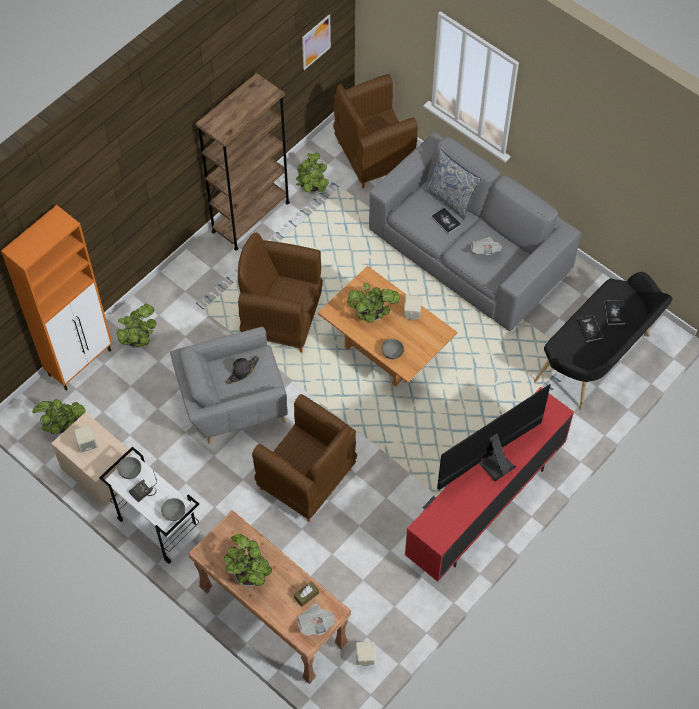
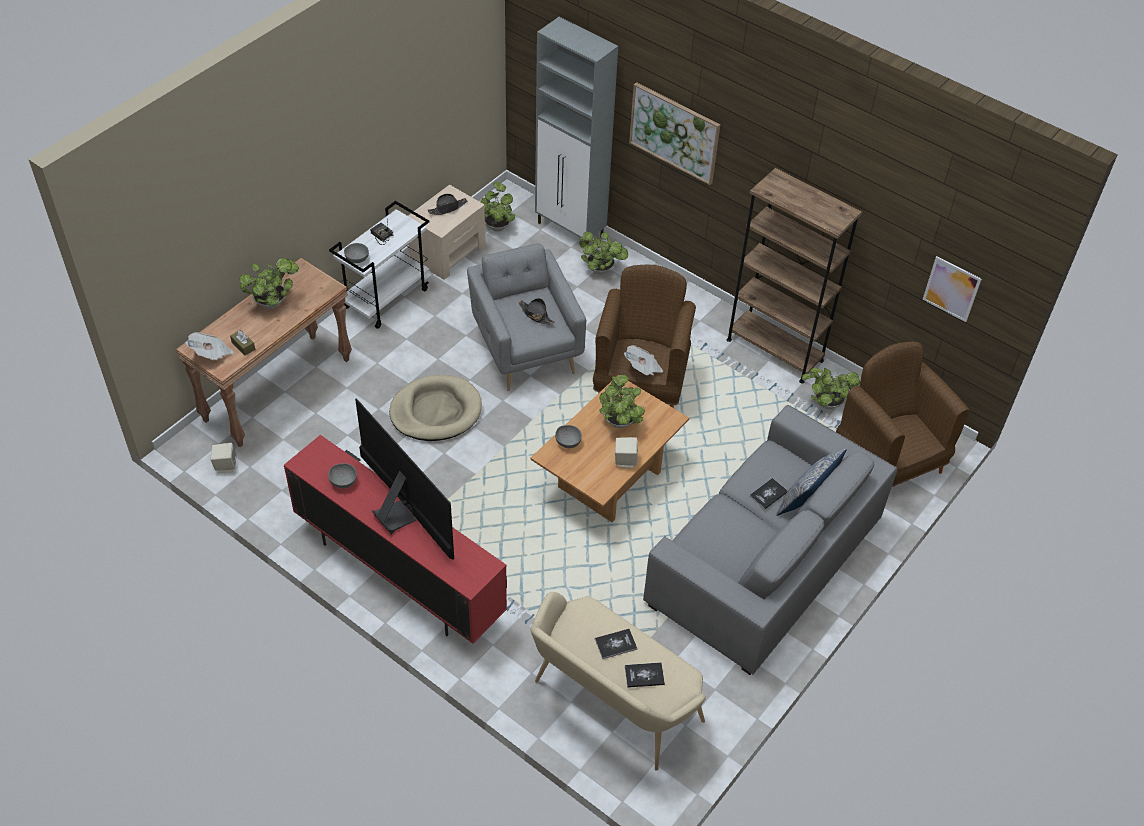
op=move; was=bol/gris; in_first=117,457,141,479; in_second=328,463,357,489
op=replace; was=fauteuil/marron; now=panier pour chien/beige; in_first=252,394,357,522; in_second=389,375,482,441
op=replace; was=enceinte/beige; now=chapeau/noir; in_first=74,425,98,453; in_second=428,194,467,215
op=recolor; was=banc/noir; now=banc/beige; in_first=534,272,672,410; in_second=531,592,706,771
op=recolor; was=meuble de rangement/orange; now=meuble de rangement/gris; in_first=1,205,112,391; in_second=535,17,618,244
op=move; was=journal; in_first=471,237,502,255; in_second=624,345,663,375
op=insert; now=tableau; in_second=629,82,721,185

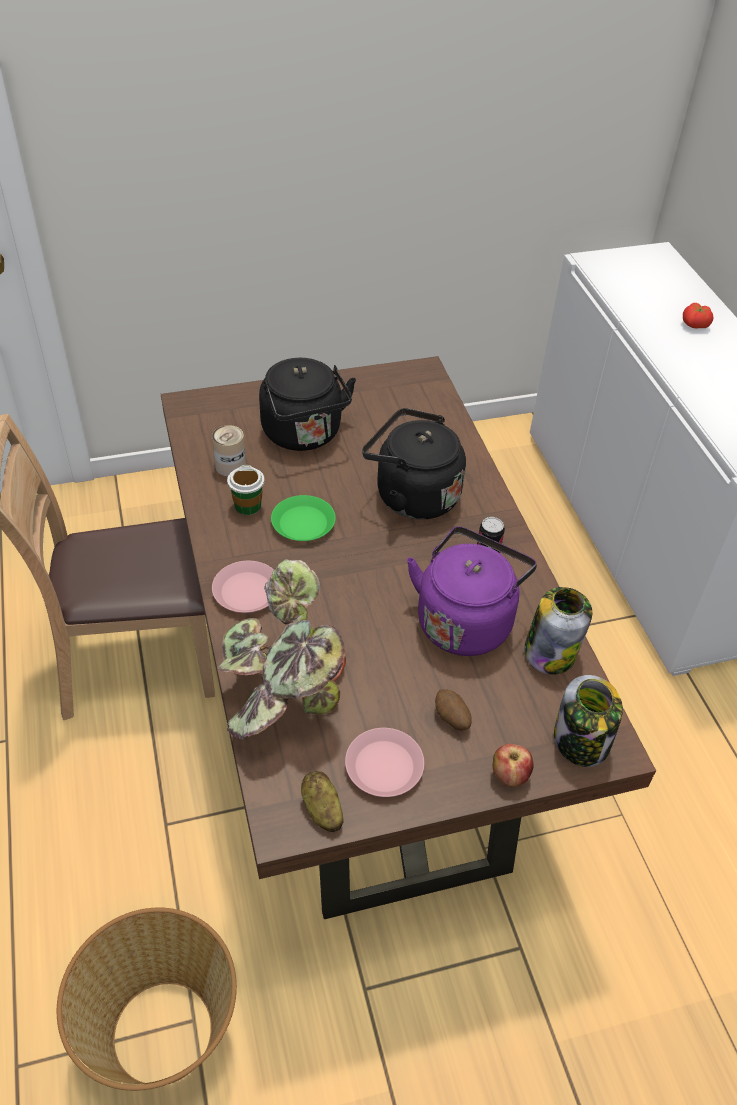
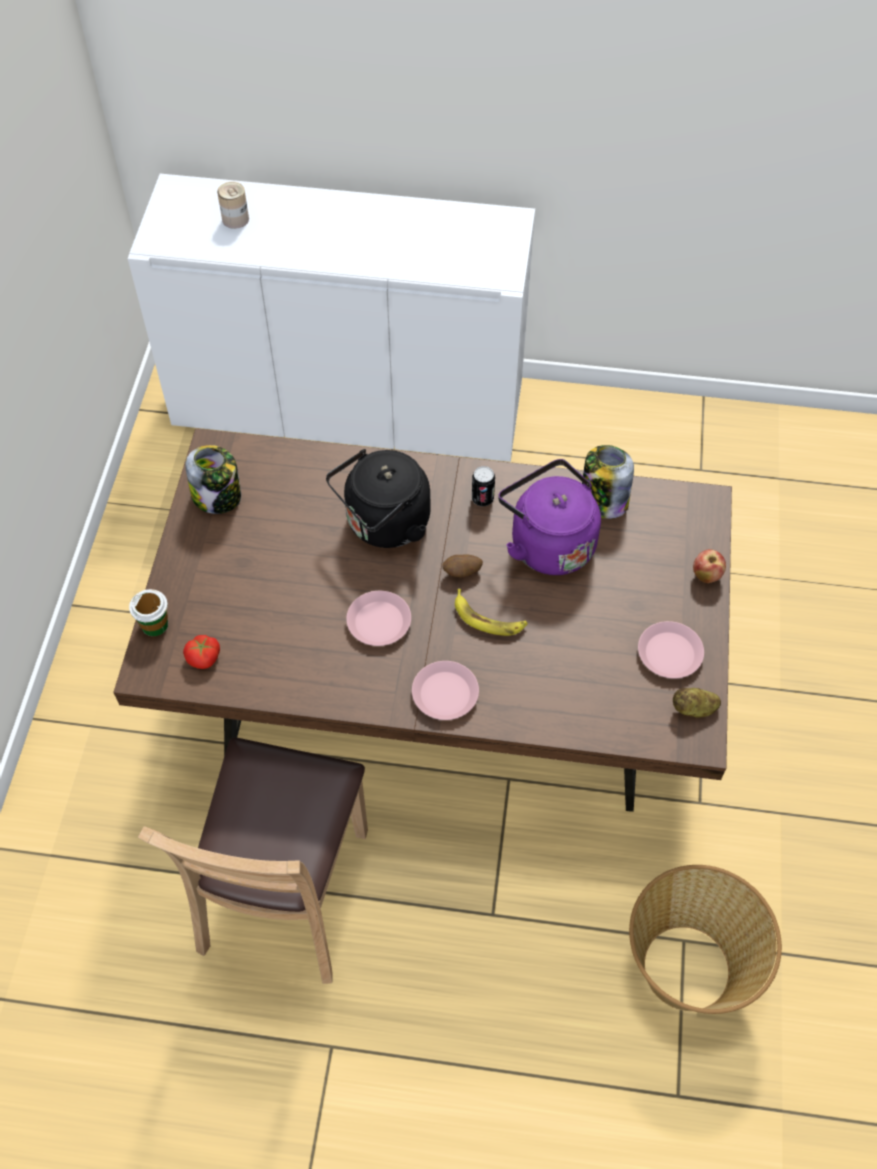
op=move; was=tasse; in_first=227,465,265,515; in_second=129,589,168,636
op=move; was=tomate; in_first=683,303,714,329; in_second=183,635,220,669
op=move; was=bocal; in_first=554,675,623,767; in_second=185,445,241,514
op=move; was=boîte métallique; in_first=212,425,246,477; in_second=217,182,249,229
op=recolor; was=assiette/vert; now=assiette/rose; in_first=271,495,336,541; in_second=346,591,411,646
op=move; was=pomme de terre; in_first=435,689,472,731; in_second=443,555,483,578
op=insert; now=banane; in_second=455,589,528,636
op=delete; was=plante en pot; in_first=217,559,346,740
op=delete; was=bouilloire/noir; in_first=259,358,356,451

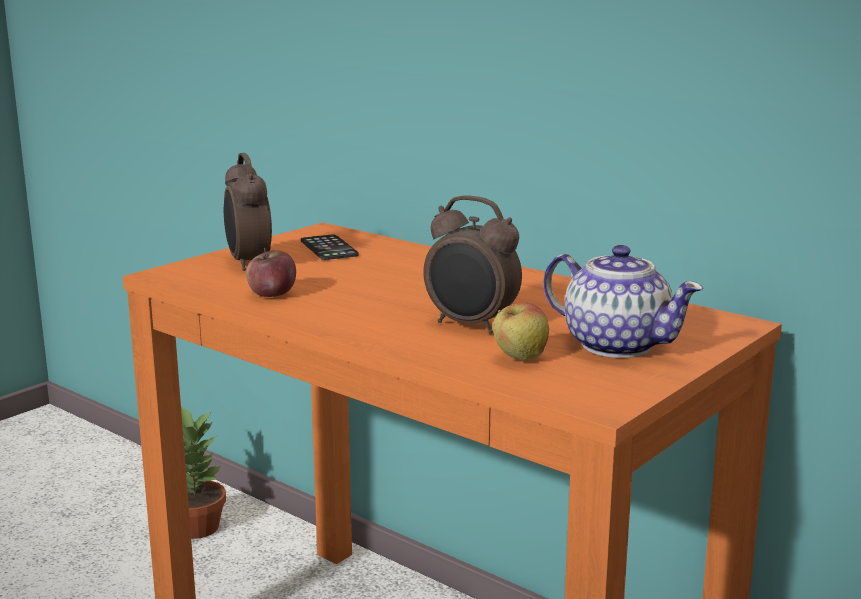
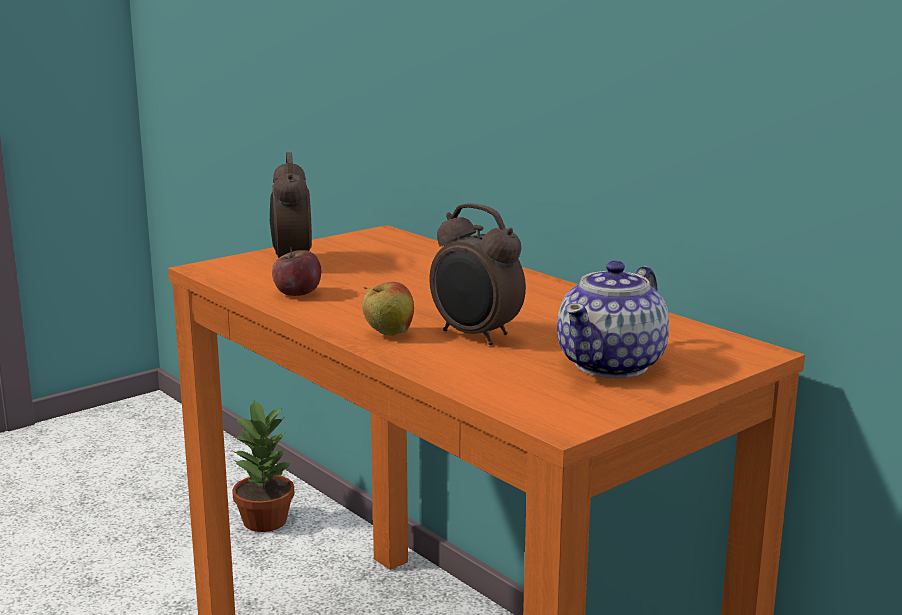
op=move; was=pomme; in_first=493,302,549,360; in_second=362,282,414,336
op=rotate; was=théière; in_first=543,245,704,358; in_second=557,261,669,378; clockwise=75
op=delete; was=téléphone; in_first=301,235,359,260

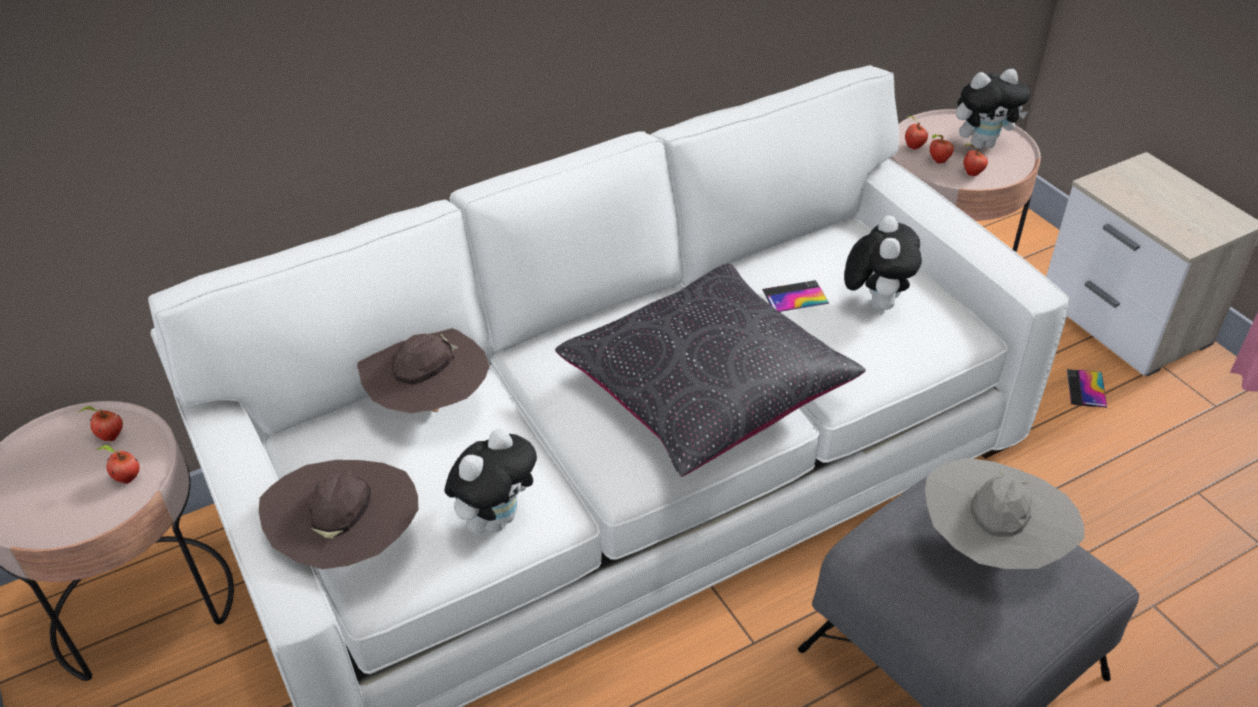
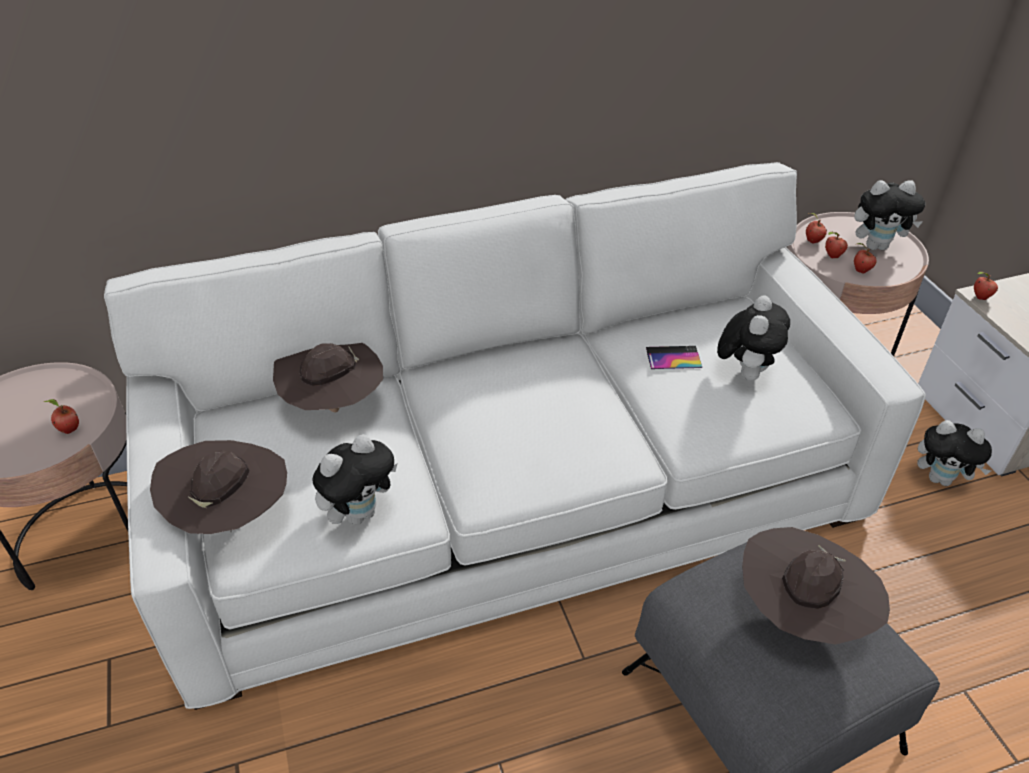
op=recolor; was=chapeau/gris; now=chapeau/marron; in_first=925,458,1085,569; in_second=742,527,890,645
op=replace; was=téléphone; now=peluche; in_first=1067,369,1107,408; in_second=917,420,992,486
op=move; was=pomme; in_first=78,406,123,441; in_second=974,272,998,300
op=delete; was=coussin/noir; in_first=555,263,866,477

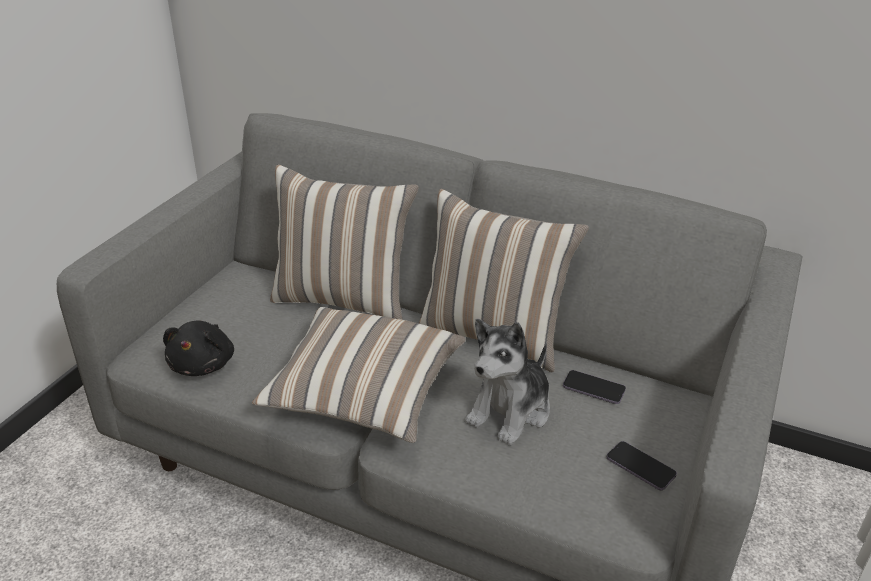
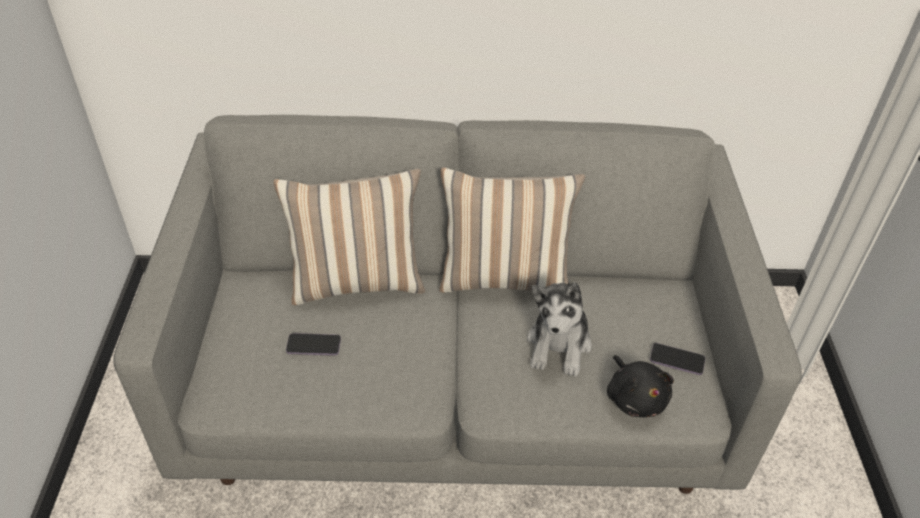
op=move; was=téléphone; in_first=563,370,626,404; in_second=286,333,341,356
op=move; was=peluche/noir; in_first=163,320,234,376; in_second=607,355,674,417
op=delete; was=coussin; in_first=252,307,466,443

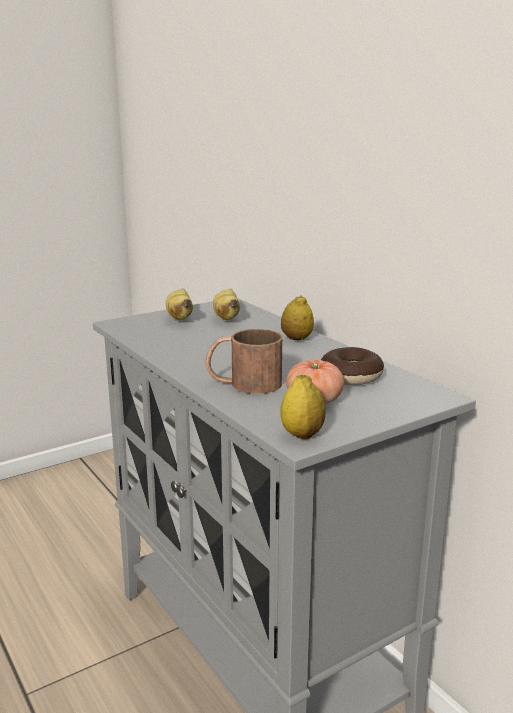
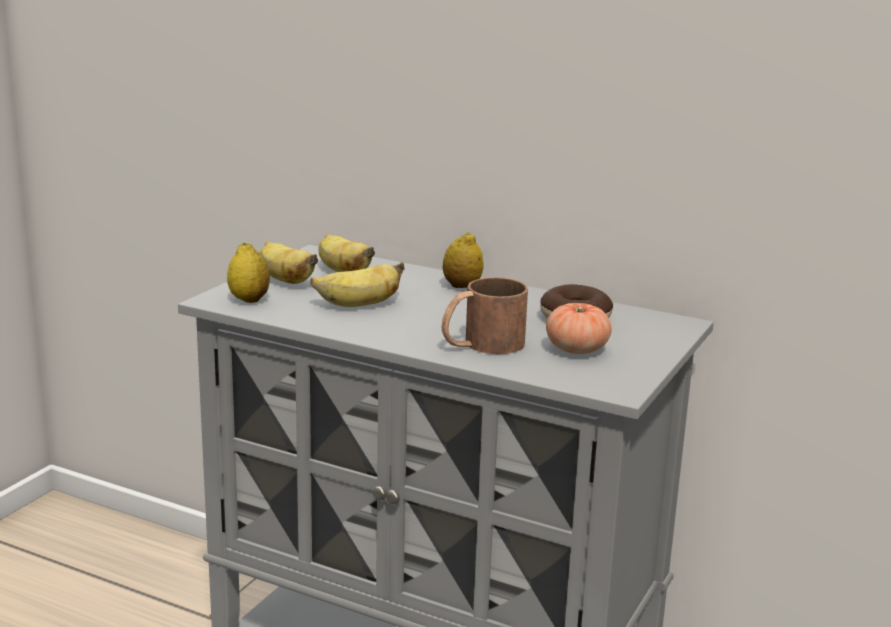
op=move; was=citron; in_first=280,375,326,439; in_second=227,243,270,303
op=insert; now=banane; in_second=310,262,404,307

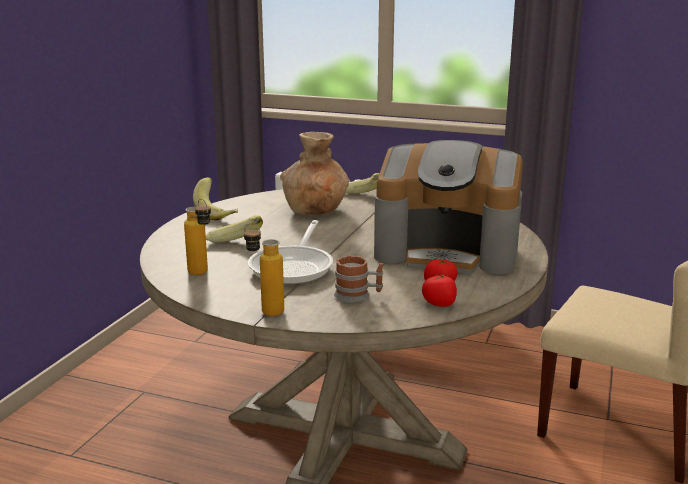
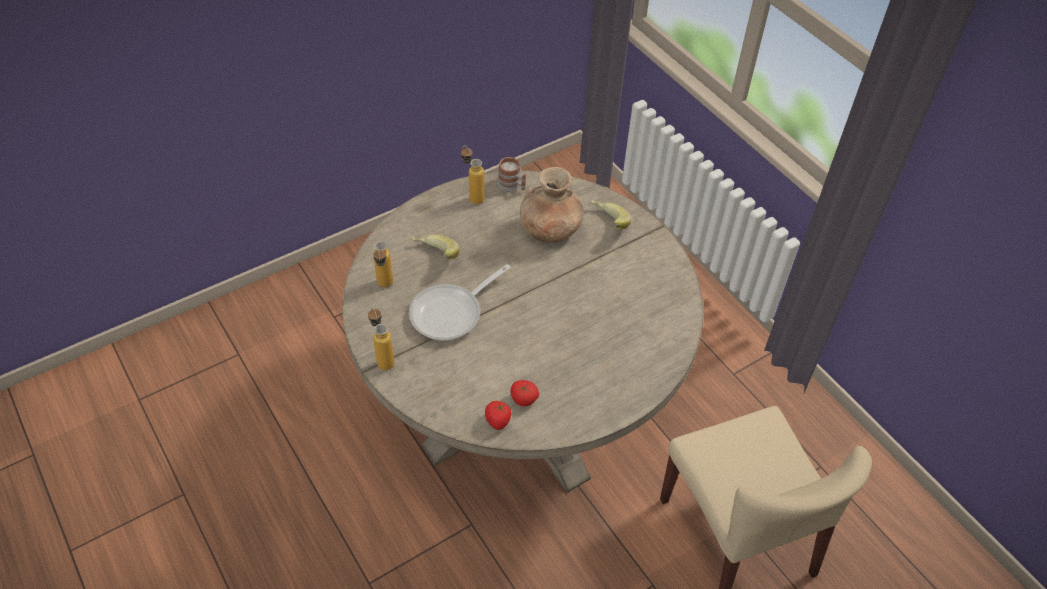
op=replace; was=banane; now=bouteille; in_first=193,177,238,220; in_second=461,146,484,204
op=move; was=mug; in_first=334,255,383,303; in_second=497,157,526,191
op=delete; was=machine à café; in_first=374,140,523,274

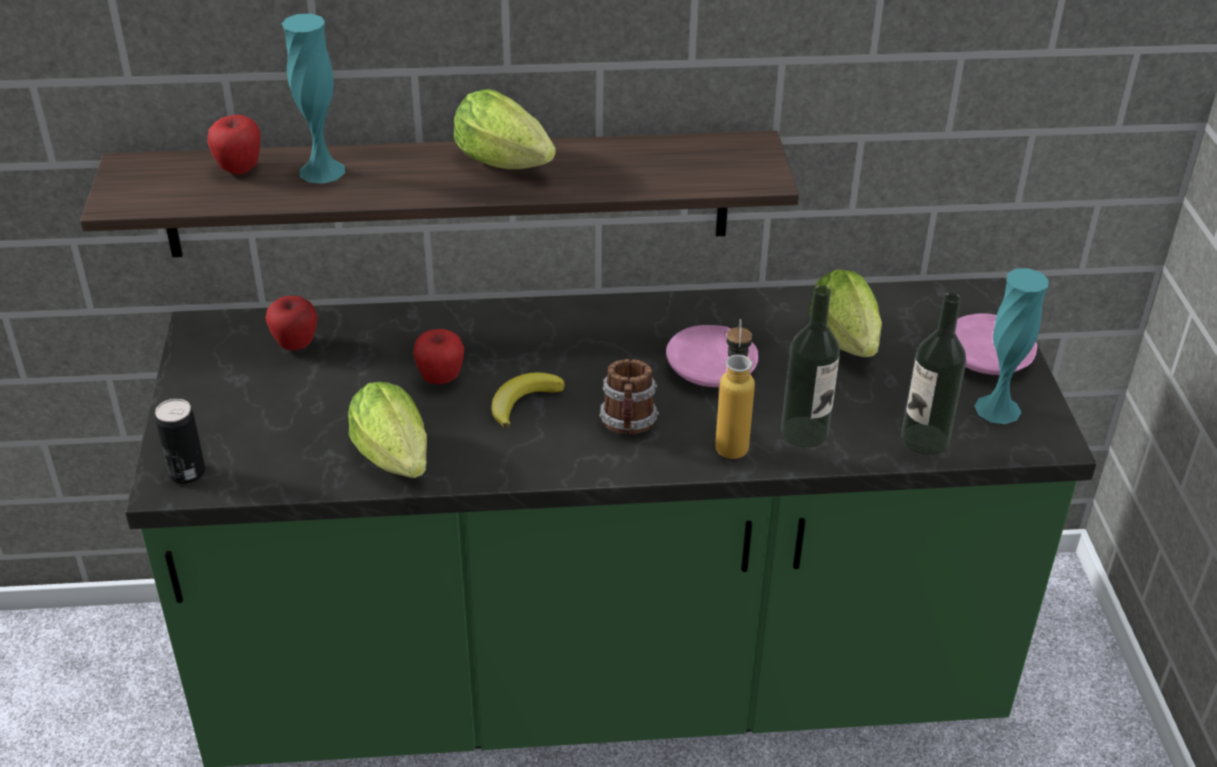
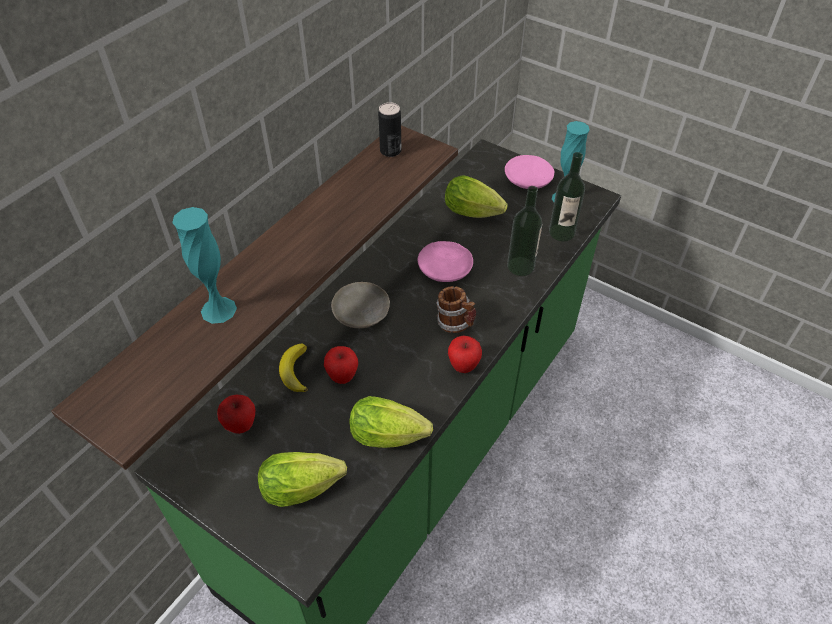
op=move; was=laitue; in_first=454,89,556,169; in_second=258,452,347,507
op=move; was=banane; in_first=491,372,565,429; in_second=279,343,308,392
op=insert; now=assiette/beige; in_second=331,282,390,328
op=move; was=boîte métallique; in_first=155,399,206,484; in_second=378,102,402,157
op=move; was=pomme; in_first=207,115,261,175; in_second=448,335,482,373
op=delete; was=bouteille; in_first=715,319,755,459

